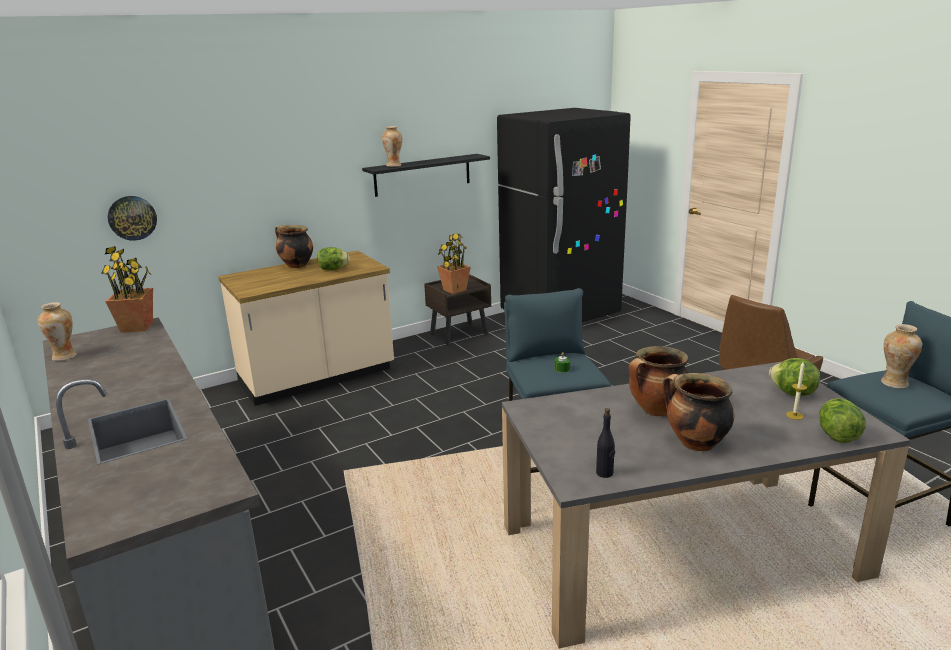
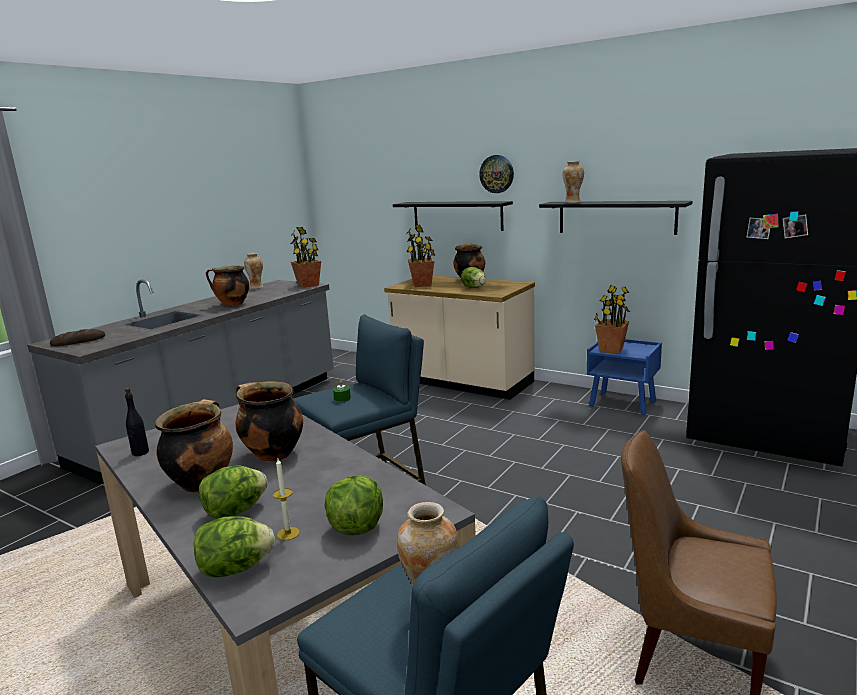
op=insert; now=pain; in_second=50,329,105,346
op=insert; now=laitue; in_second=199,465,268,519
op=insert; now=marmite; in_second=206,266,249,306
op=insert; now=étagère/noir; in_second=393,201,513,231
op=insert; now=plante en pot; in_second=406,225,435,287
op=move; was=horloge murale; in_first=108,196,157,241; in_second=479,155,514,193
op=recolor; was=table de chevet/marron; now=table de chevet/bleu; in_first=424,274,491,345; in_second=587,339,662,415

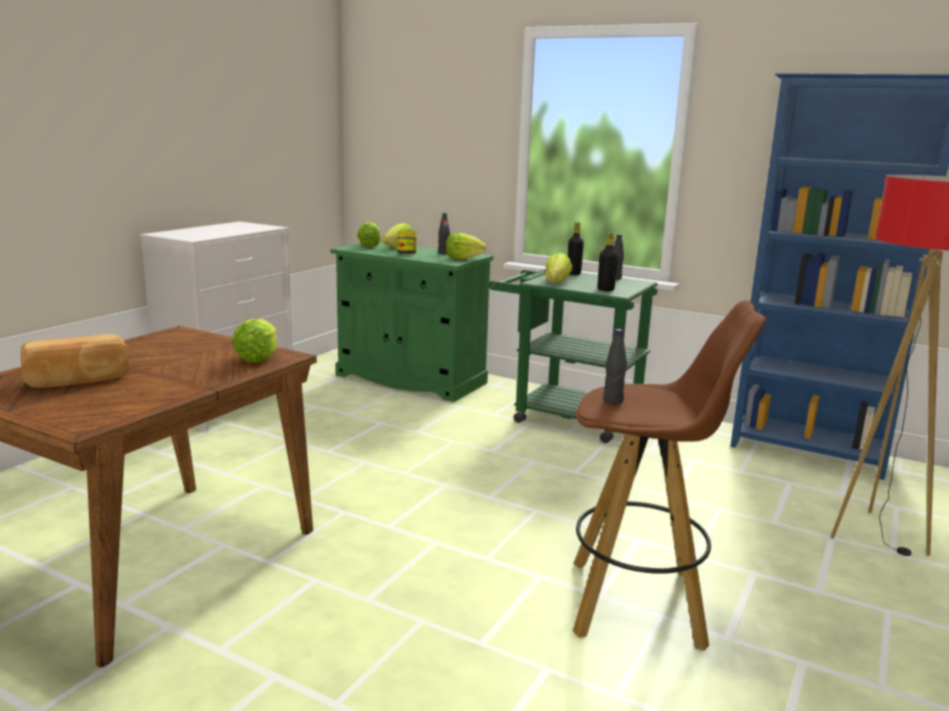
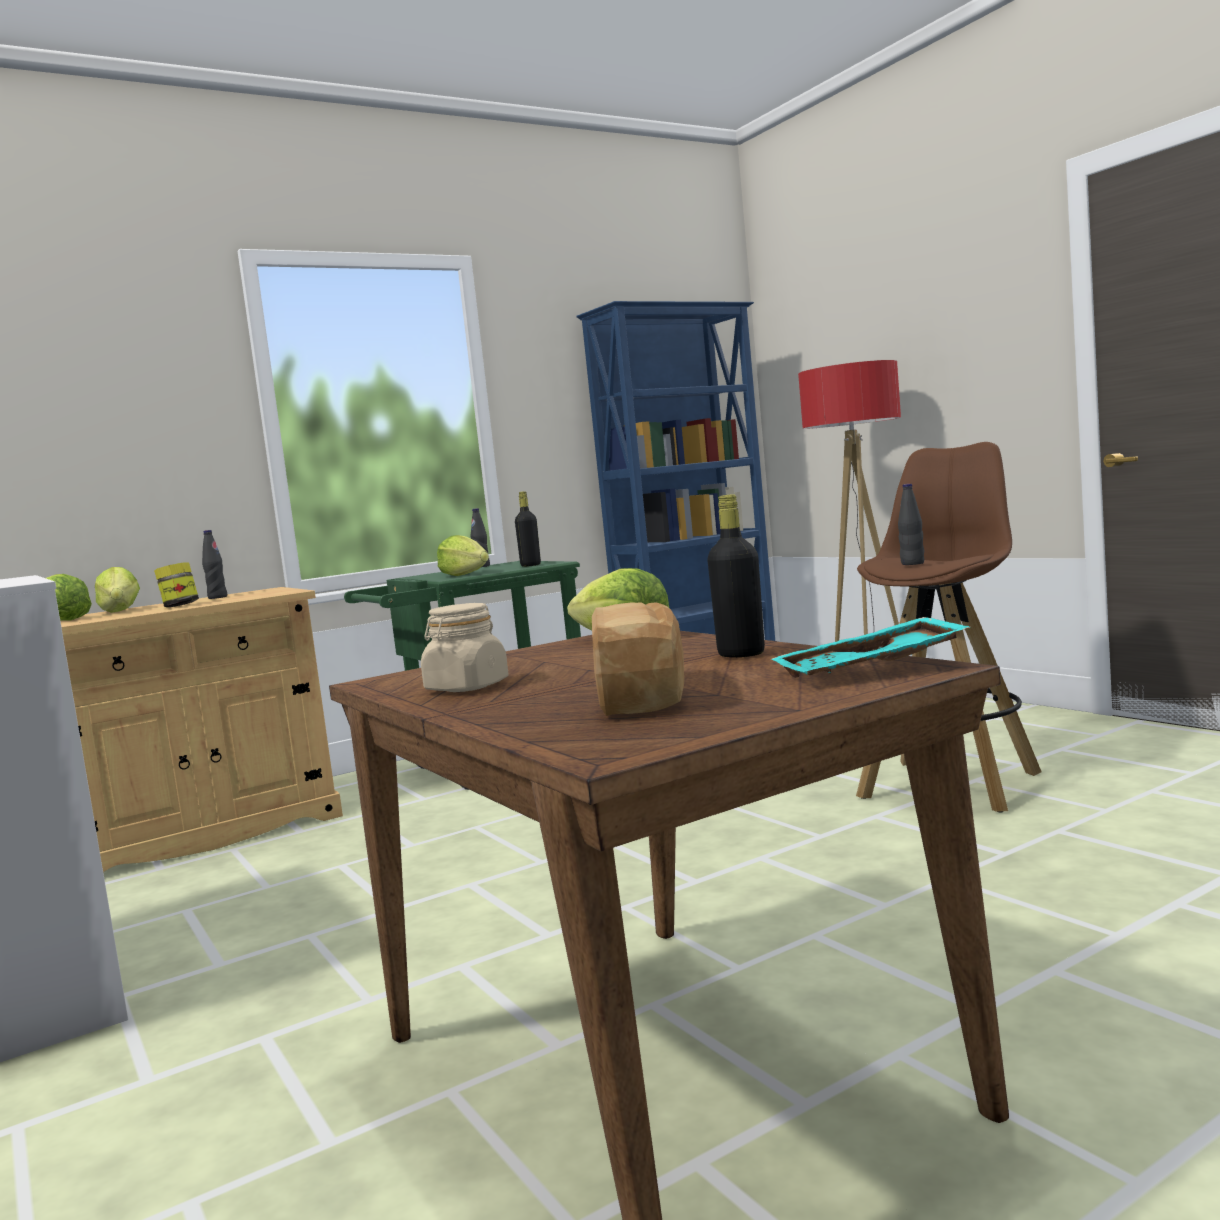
op=recolor; was=meuble de rangement/vert; now=meuble de rangement/beige; in_first=330,242,493,402; in_second=60,587,343,872
op=insert; now=bocal/beige; in_second=421,603,508,692
op=move; was=bouteille/noir; in_first=568,222,584,275; in_second=707,494,765,658
op=insert; now=plateau/turquoise; in_second=771,617,970,678
op=delete; was=laitue; in_first=446,233,487,260

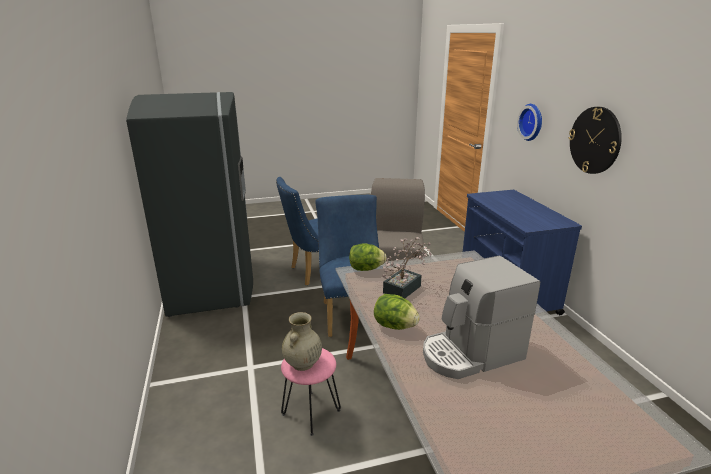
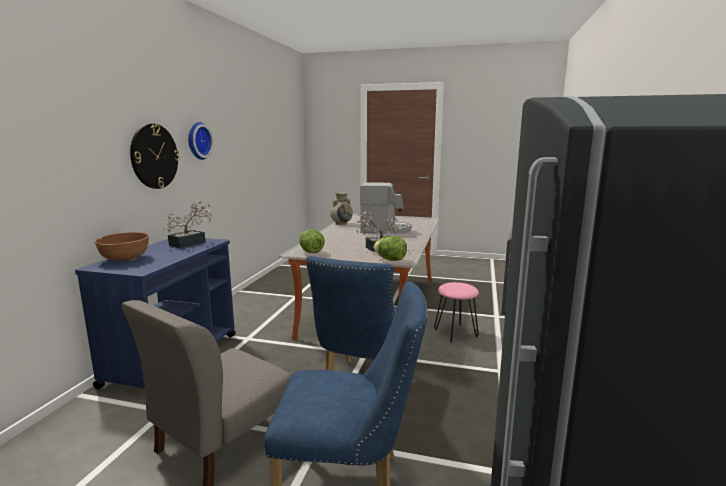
op=insert; now=bol/marron; in_second=94,232,150,261
op=insert; now=plante en pot; in_second=163,201,212,248
op=move; was=horloge murale; in_first=517,104,542,141; in_second=188,122,214,160
op=move; was=laitue; in_first=374,294,420,330; in_second=299,229,325,253
op=move; was=vase/beige; in_first=282,312,322,371; in_second=330,192,353,225

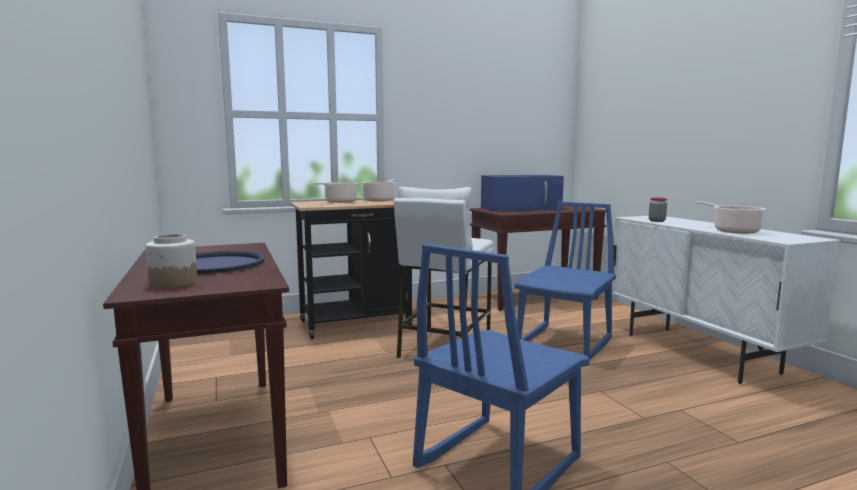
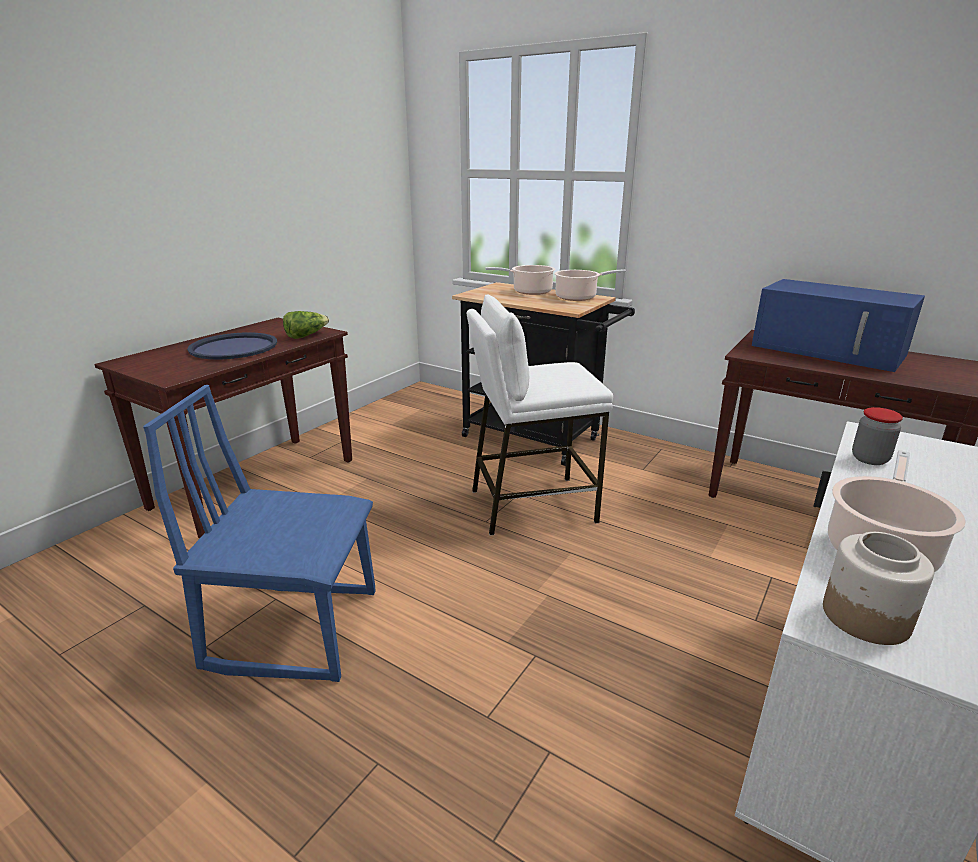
op=insert; now=laitue; in_second=283,311,329,339
op=move; was=bocal; in_first=146,234,198,289; in_second=823,532,934,645
op=delete; was=chaise/bleu; in_first=514,202,616,360

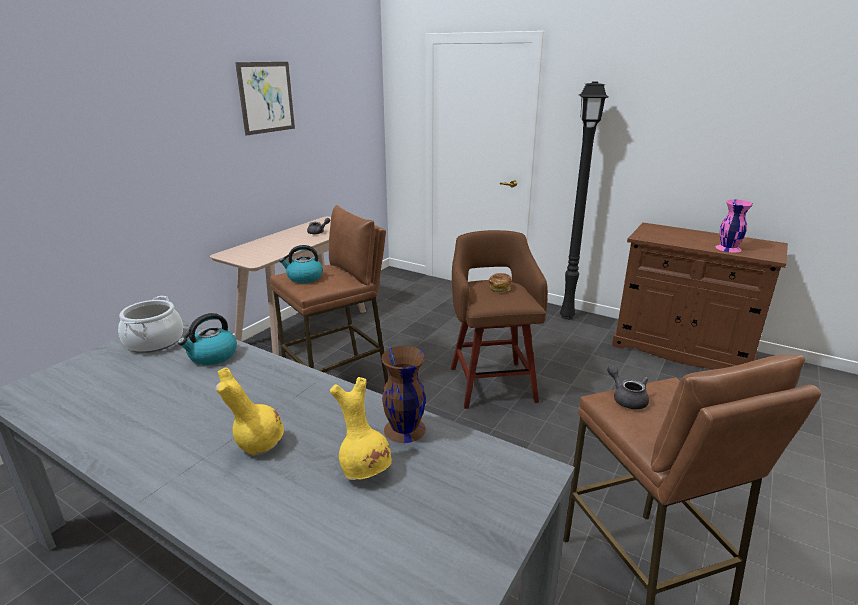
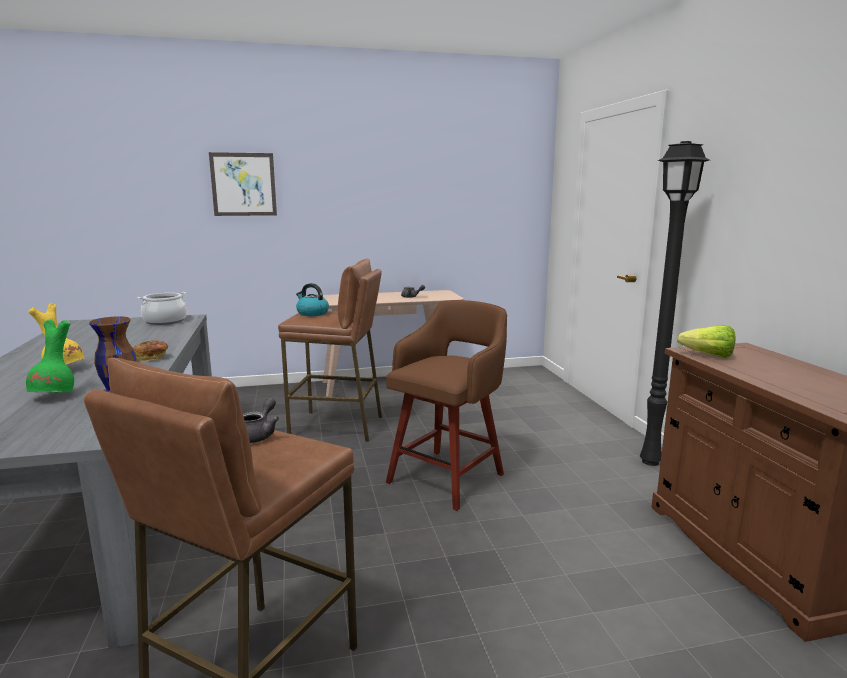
op=recolor; was=vase/jaune; now=vase/vert; in_first=330,377,392,480; in_second=26,320,74,393
op=move; was=pain; in_first=489,273,512,292; in_second=132,340,168,361
op=move; was=tableau; in_first=235,62,295,136; in_second=209,152,277,216
op=insert; now=laitue; in_second=677,325,735,358
op=delete; was=bouilloire; in_first=178,313,237,365
op=delete; was=vase/rose; in_first=716,200,753,252

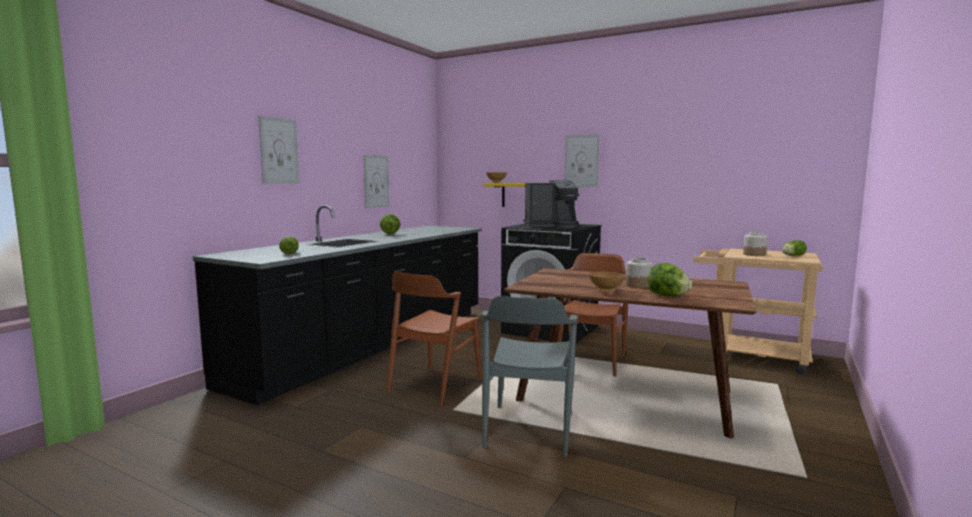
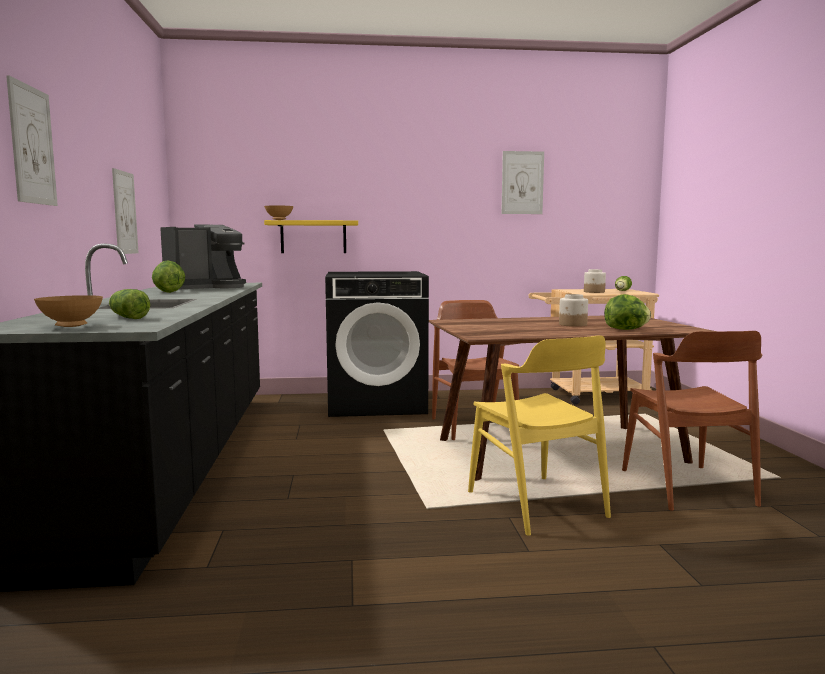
op=move; was=bol/marron; in_first=589,272,626,292; in_second=34,295,103,327
op=move; was=machine à café; in_first=523,180,579,228; in_second=160,224,246,290
op=recolor; was=chaise/gris; now=chaise/jaune; in_first=482,296,578,456; in_second=468,335,611,536
op=move; was=tableau; in_first=565,134,600,187; in_second=501,151,544,214
op=move; was=chaise/marron; in_first=387,272,482,406; in_second=622,331,763,511

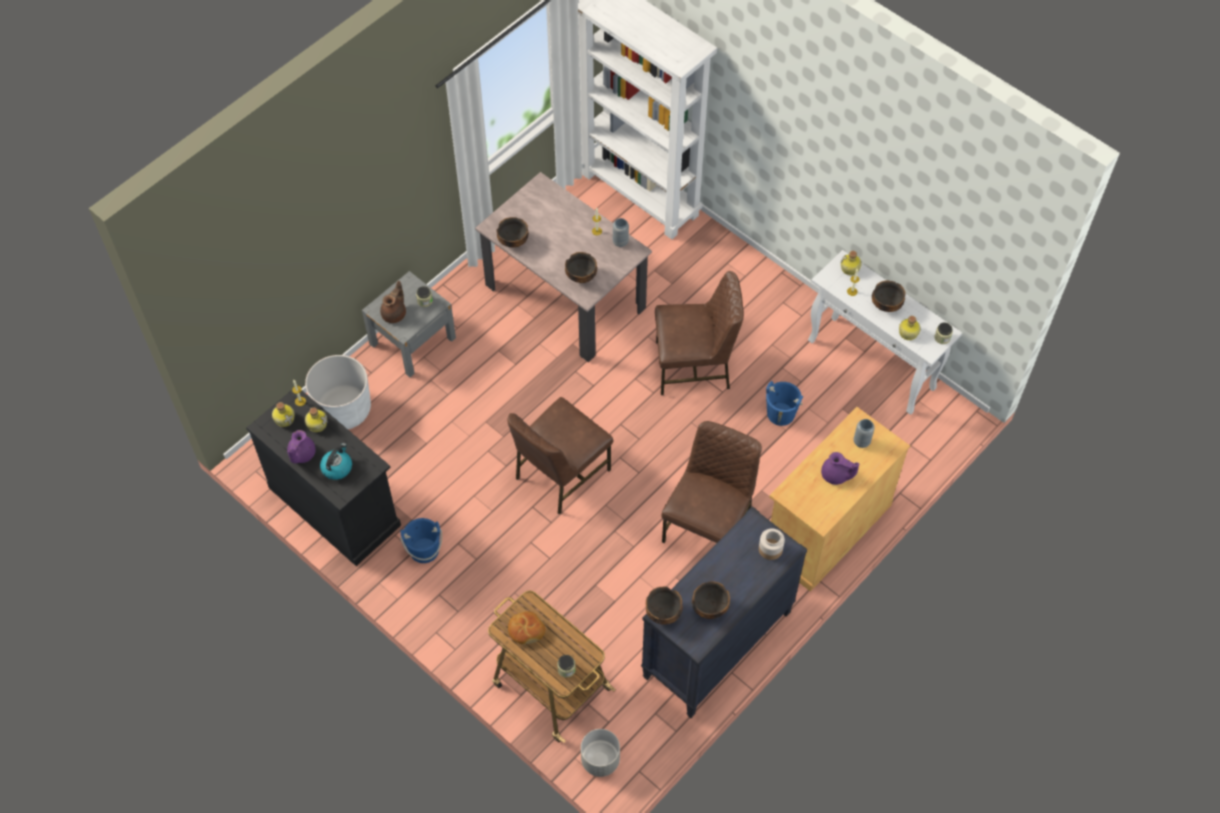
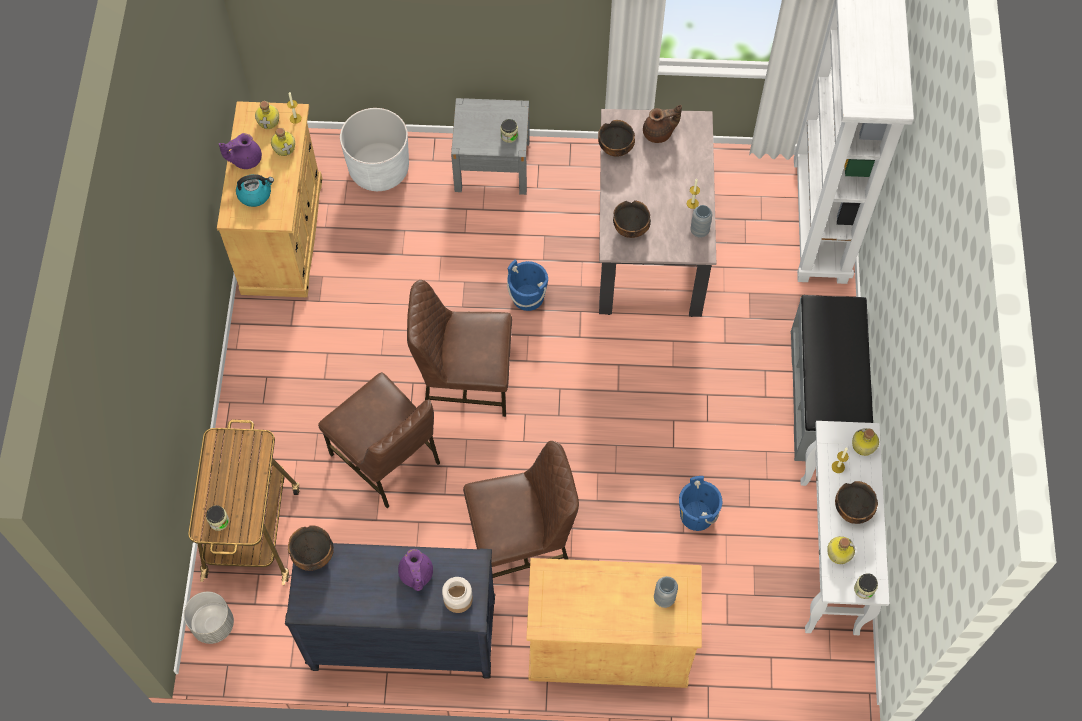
op=recolor; was=meuble de rangement/noir; now=meuble de rangement/beige; in_first=246,390,401,566; in_second=217,101,322,297
op=move; was=chaise/marron; in_first=655,271,744,395; in_second=318,372,440,508
op=move; was=théière/violet; in_first=821,452,859,485; in_second=398,549,433,591
op=move; was=seau/bleu; in_first=400,518,442,563; in_second=507,260,548,311
op=move; was=théière/marron; in_first=380,281,406,323; in_second=643,105,682,143
op=insert; now=banc/gris; in_second=791,295,873,461
op=delete; was=pain; in_first=508,611,546,644
op=delete; was=bol; in_first=692,581,730,619

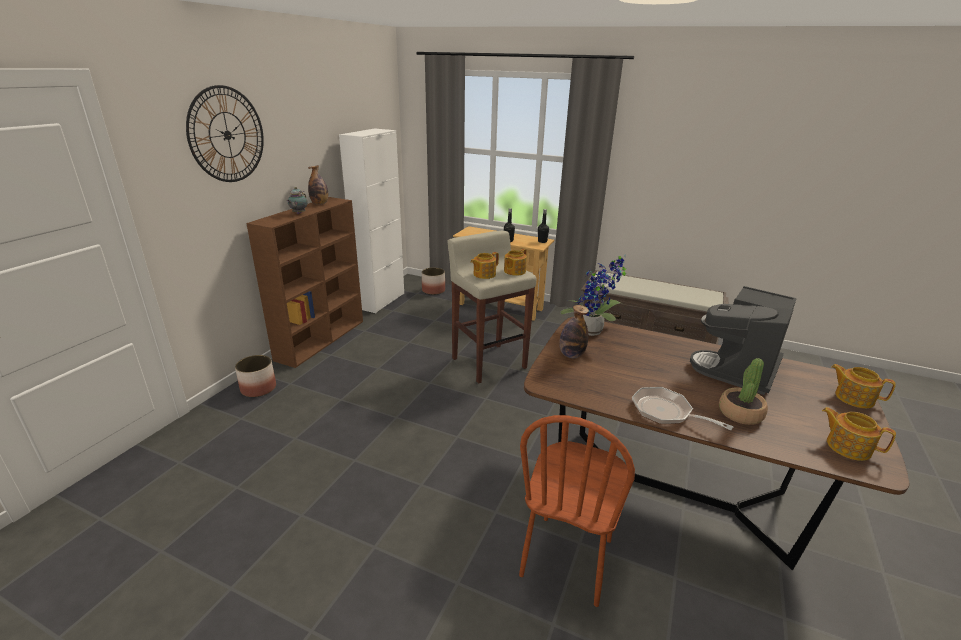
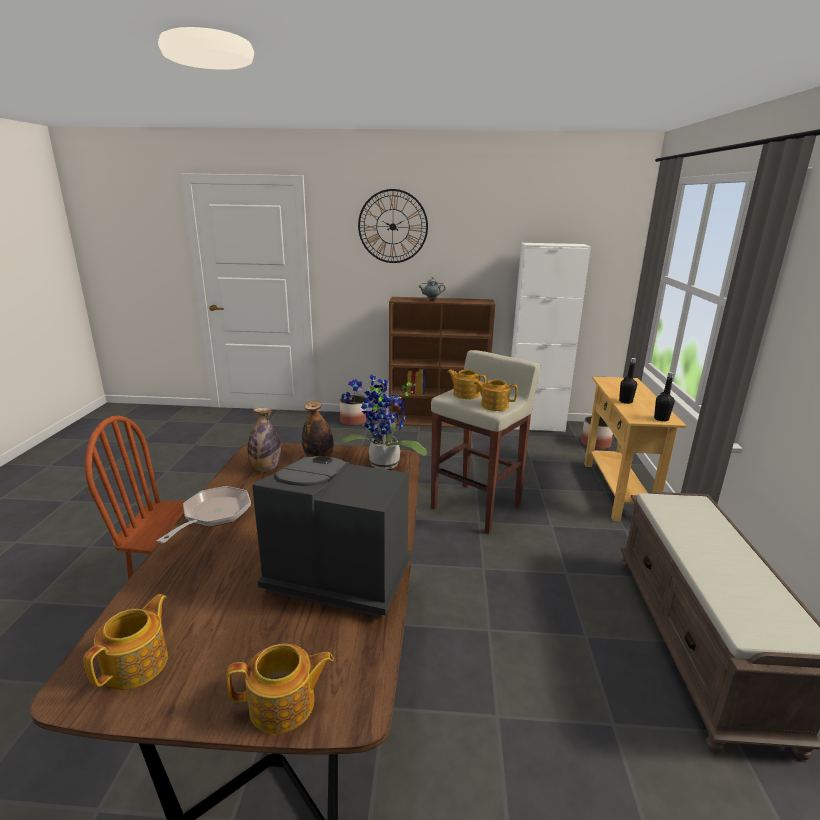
op=rotate; was=théière; in_first=831,364,896,408; in_second=227,644,334,734; clockwise=60
op=move; was=bouteille; in_first=308,165,329,205; in_second=248,408,281,471
op=delete; was=plante en pot; in_first=719,358,768,425

